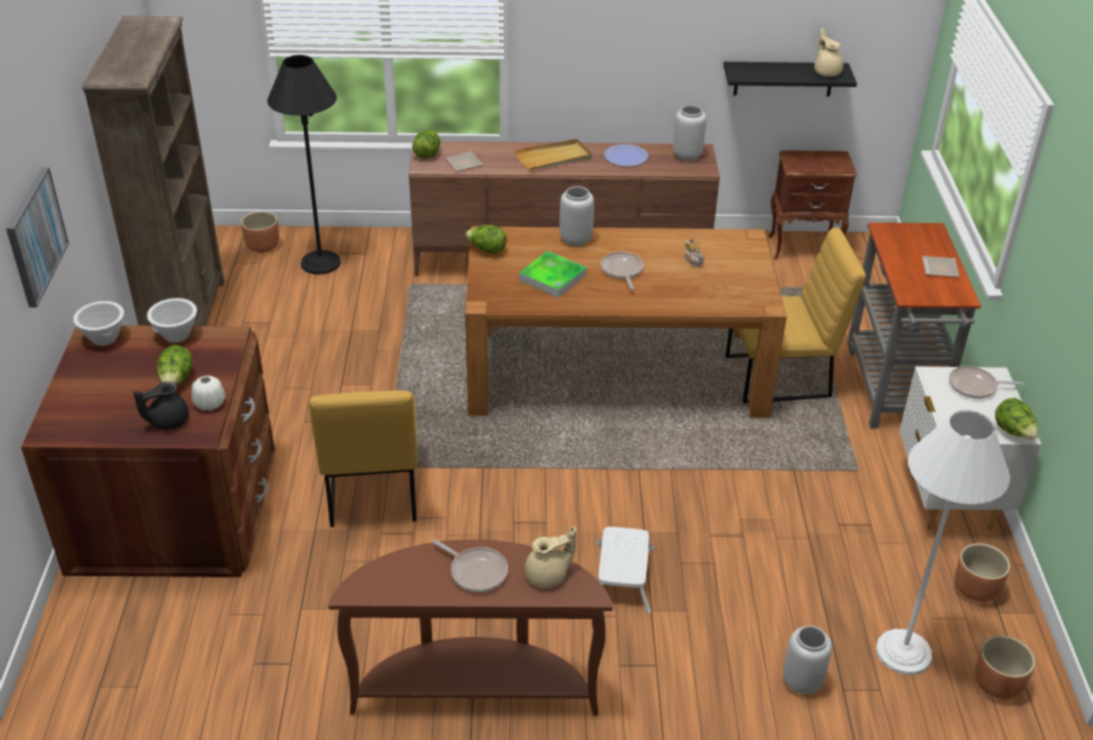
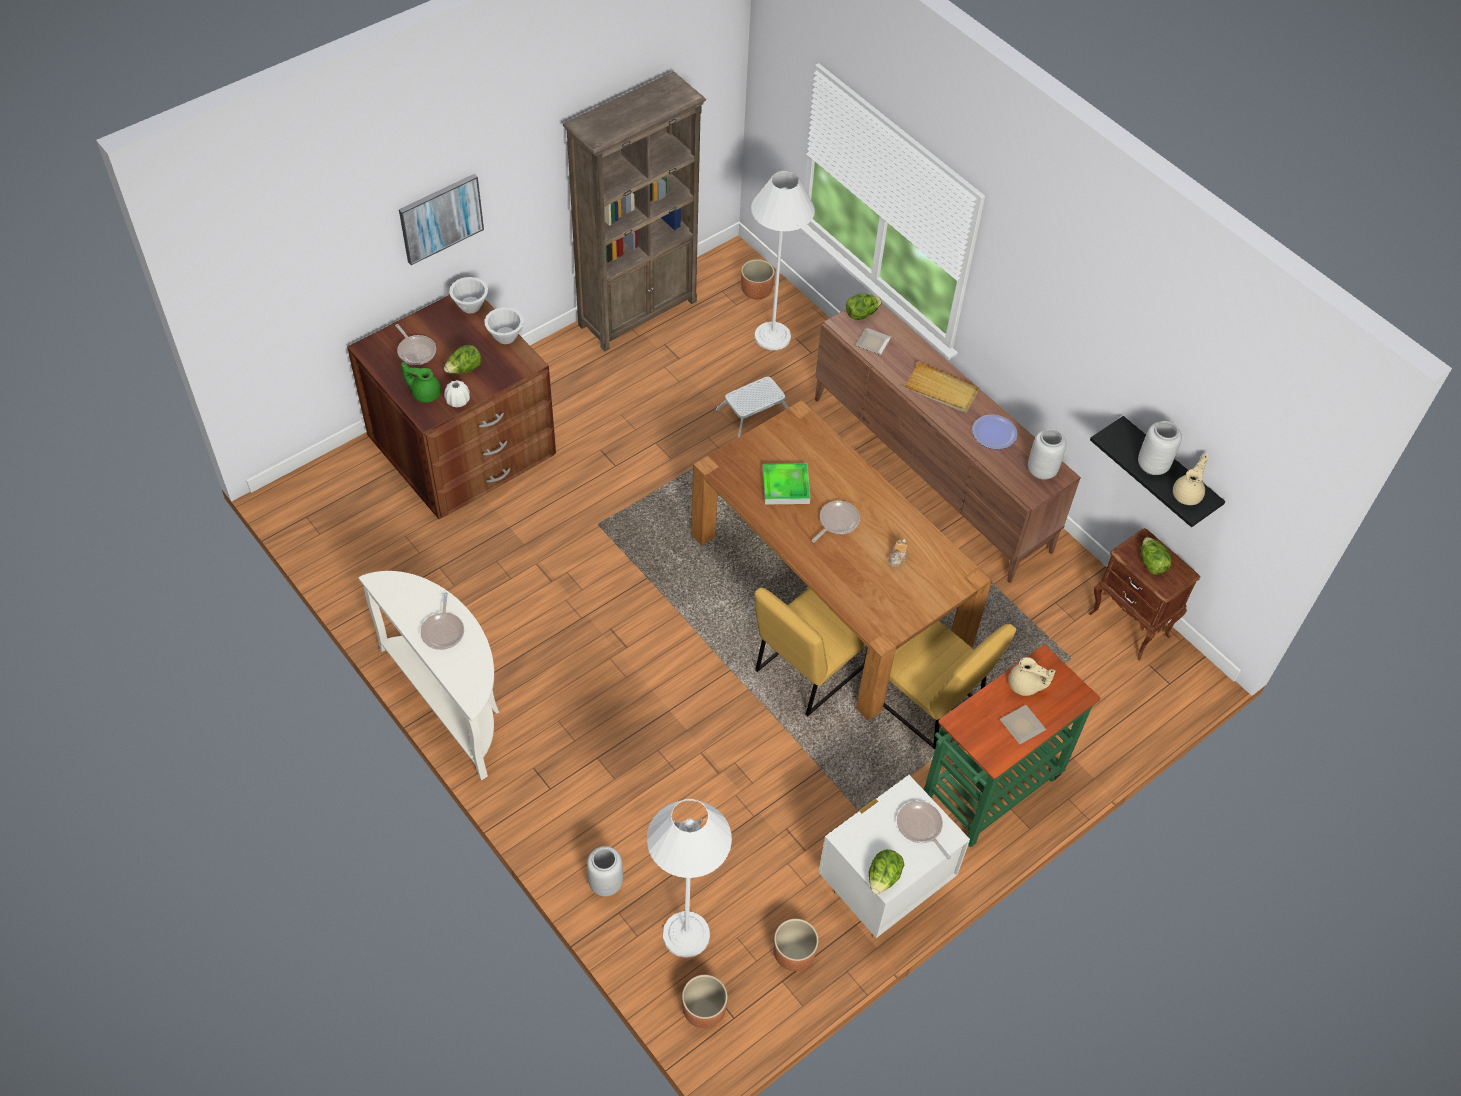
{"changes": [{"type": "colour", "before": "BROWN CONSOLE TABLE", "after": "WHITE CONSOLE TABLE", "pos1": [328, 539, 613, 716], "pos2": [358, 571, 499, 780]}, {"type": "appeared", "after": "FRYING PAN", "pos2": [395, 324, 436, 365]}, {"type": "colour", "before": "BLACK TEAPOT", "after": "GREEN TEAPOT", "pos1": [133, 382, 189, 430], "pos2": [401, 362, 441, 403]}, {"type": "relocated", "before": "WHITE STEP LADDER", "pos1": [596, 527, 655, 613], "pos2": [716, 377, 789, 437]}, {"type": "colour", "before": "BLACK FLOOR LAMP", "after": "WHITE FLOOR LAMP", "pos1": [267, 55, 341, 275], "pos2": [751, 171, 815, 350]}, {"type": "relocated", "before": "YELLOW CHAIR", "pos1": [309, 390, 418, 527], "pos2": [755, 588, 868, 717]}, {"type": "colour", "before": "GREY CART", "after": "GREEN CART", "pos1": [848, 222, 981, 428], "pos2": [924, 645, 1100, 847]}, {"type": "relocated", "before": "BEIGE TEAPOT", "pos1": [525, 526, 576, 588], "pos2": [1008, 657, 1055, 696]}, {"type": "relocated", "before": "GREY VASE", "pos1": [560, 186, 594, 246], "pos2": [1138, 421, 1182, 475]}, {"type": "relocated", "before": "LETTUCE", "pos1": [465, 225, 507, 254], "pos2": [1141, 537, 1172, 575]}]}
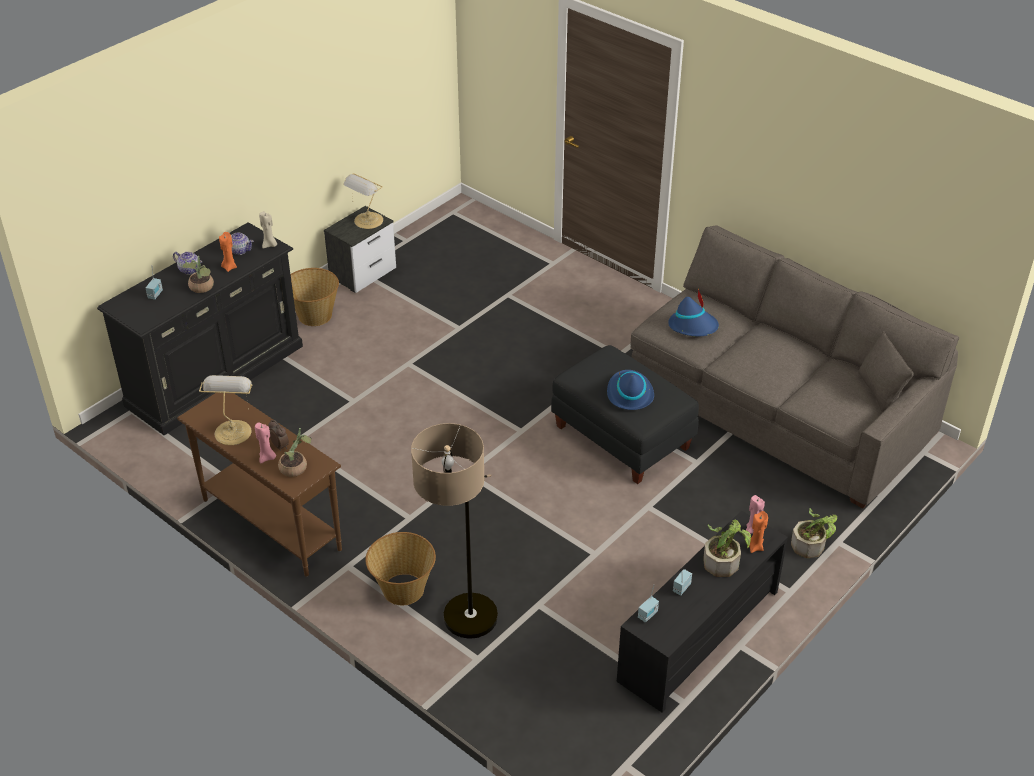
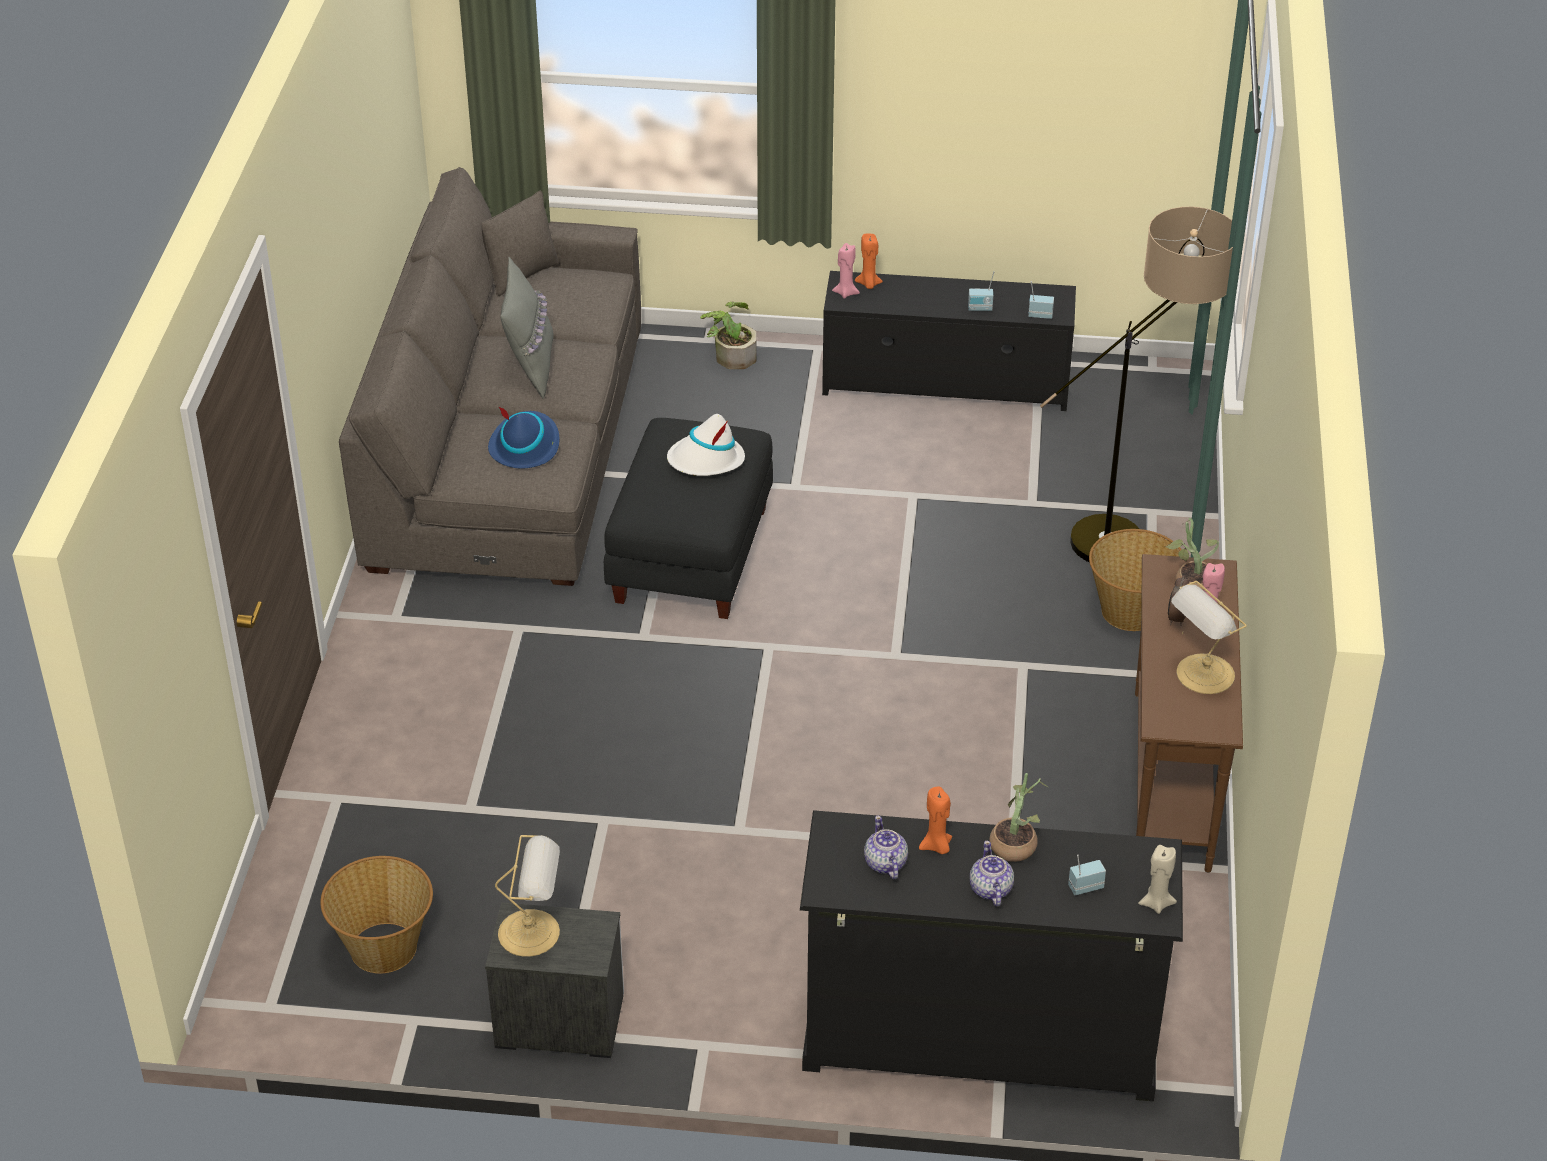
{"changes": [{"type": "relocated", "before": "BASKET", "pos1": [290, 268, 339, 326], "pos2": [320, 856, 433, 974]}, {"type": "appeared", "after": "GREY PILLOW", "pos2": [501, 257, 554, 399]}, {"type": "colour", "before": "BLUE HAT", "after": "WHITE HAT", "pos1": [607, 370, 654, 410], "pos2": [667, 414, 745, 476]}, {"type": "relocated", "before": "BEIGE CANDLE", "pos1": [259, 211, 277, 248], "pos2": [1138, 845, 1177, 914]}, {"type": "missing", "before": "POTTED PLANT", "pos1": [703, 520, 751, 577]}]}
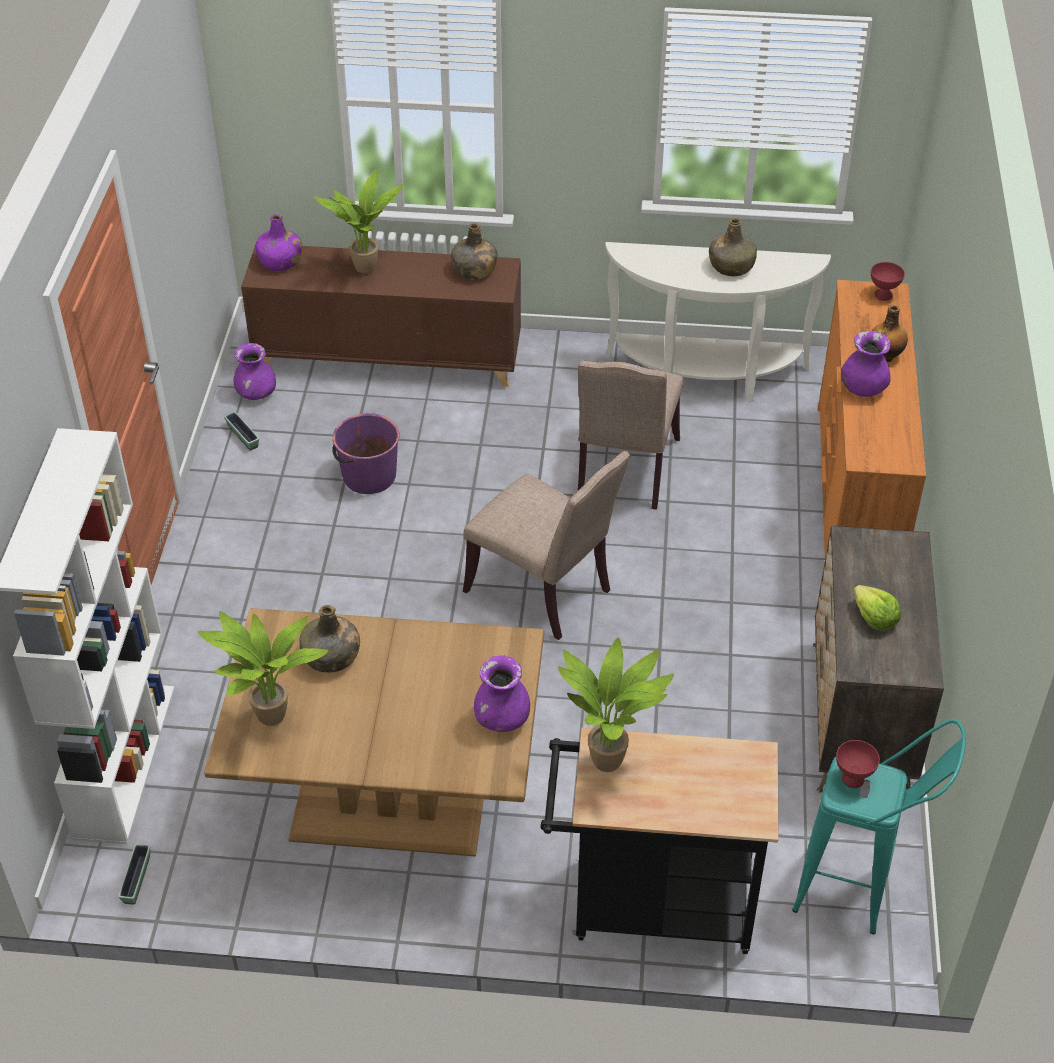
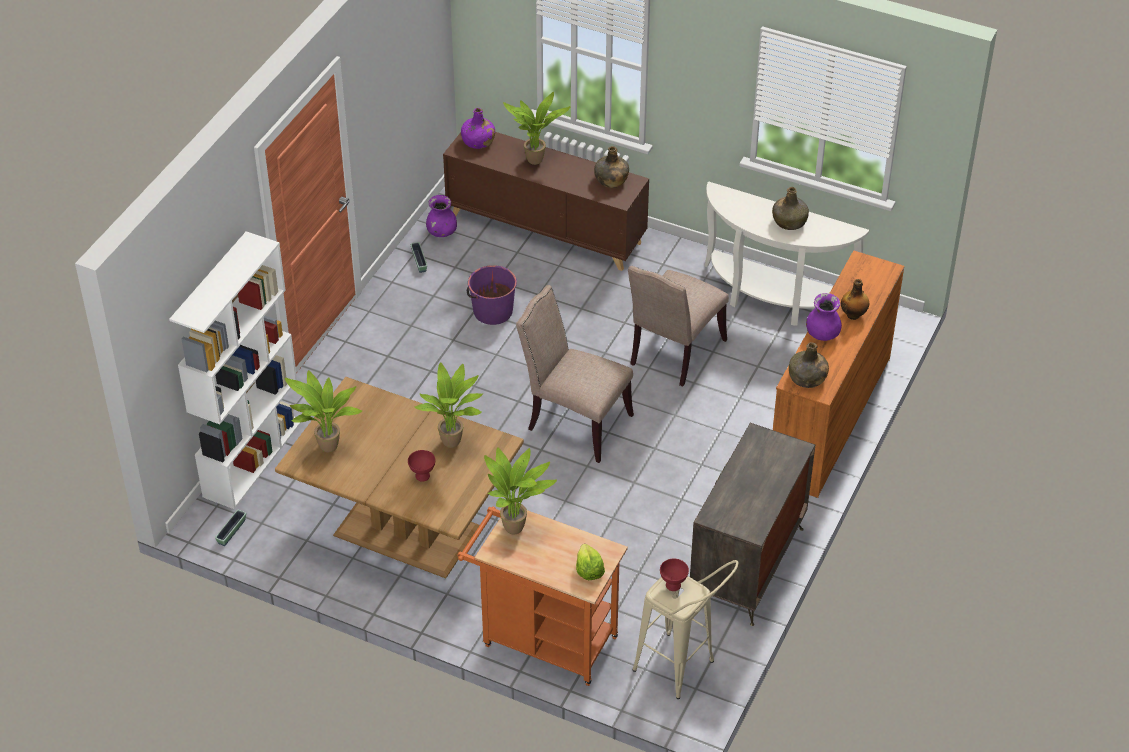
{"changes": [{"type": "relocated", "before": "RED BOWL", "pos1": [871, 262, 905, 301], "pos2": [408, 450, 435, 482]}, {"type": "appeared", "after": "POTTED PLANT", "pos2": [414, 362, 483, 448]}, {"type": "colour", "before": "BLACK CART", "after": "ORANGE CART", "pos1": [541, 728, 778, 954], "pos2": [457, 507, 628, 686]}, {"type": "spun", "before": "BEIGE CHAIR", "pos1": [463, 451, 630, 640], "pos2": [516, 285, 634, 463], "turn": 150}, {"type": "relocated", "before": "LETTUCE", "pos1": [853, 585, 901, 631], "pos2": [576, 544, 605, 580]}, {"type": "colour", "before": "TURQUOISE STOOL", "after": "BEIGE STOOL", "pos1": [792, 719, 966, 934], "pos2": [633, 560, 739, 699]}, {"type": "relocated", "before": "GREEN BOTTLE", "pos1": [300, 605, 360, 673], "pos2": [789, 342, 829, 388]}, {"type": "missing", "before": "PURPLE VASE", "pos1": [474, 655, 530, 732]}]}
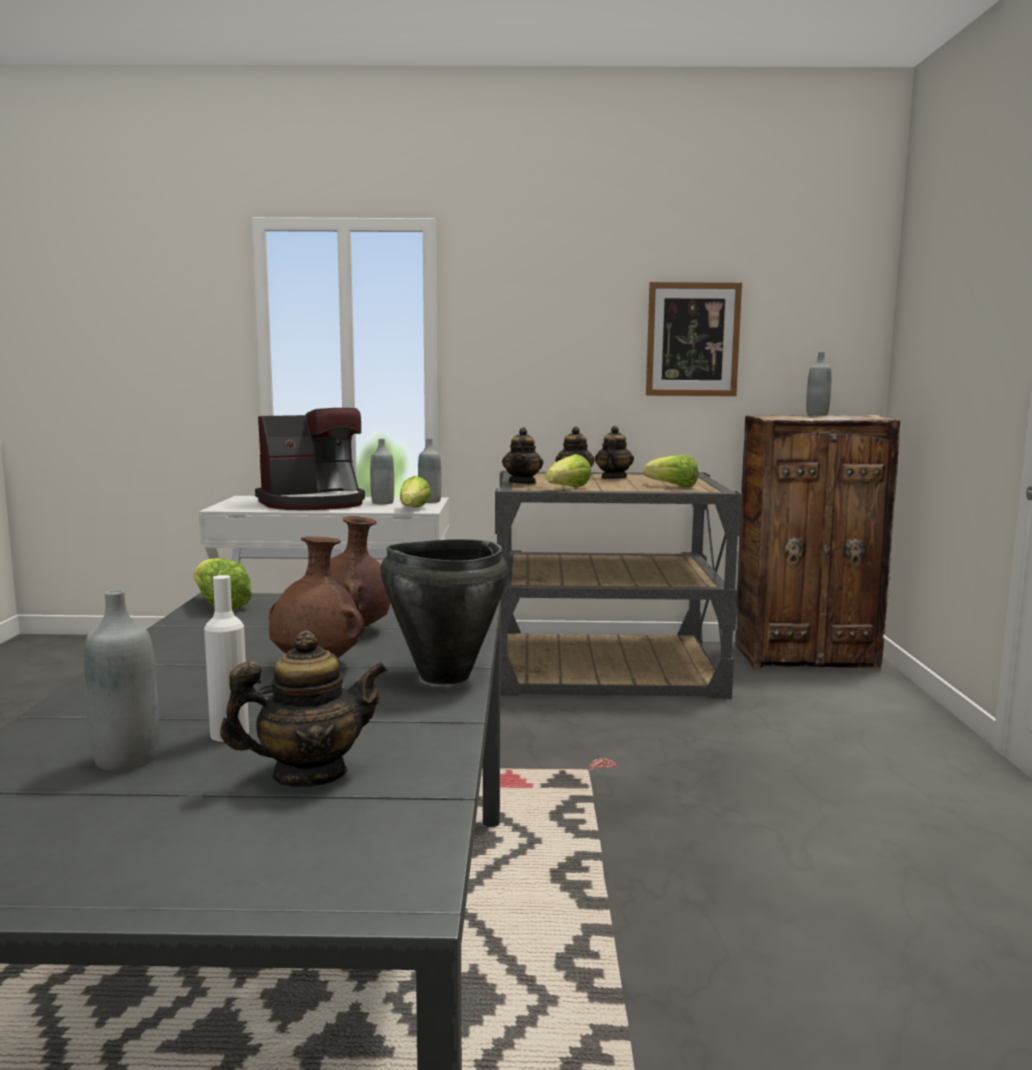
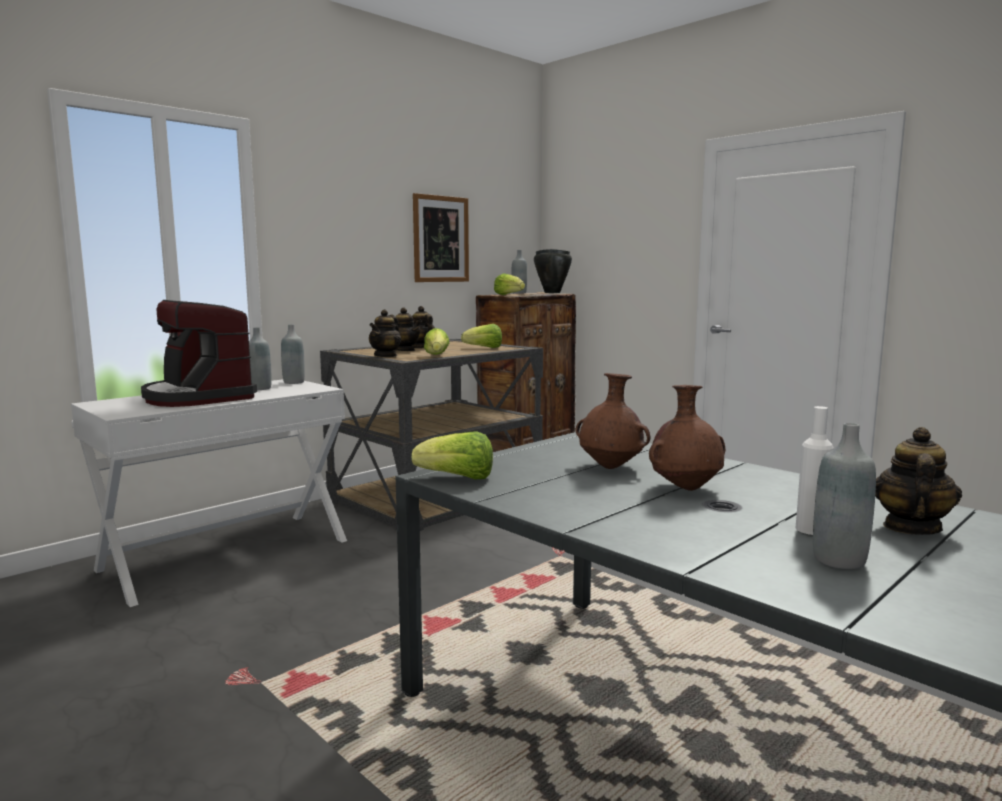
{"changes": [{"type": "spun", "before": "COFFEE MACHINE", "pos1": [255, 408, 365, 510], "pos2": [141, 300, 257, 407], "turn": 120}, {"type": "spun", "before": "TEAPOT", "pos1": [502, 427, 543, 484], "pos2": [369, 309, 401, 357], "turn": 60}, {"type": "relocated", "before": "LETTUCE", "pos1": [400, 476, 431, 508], "pos2": [494, 273, 525, 295]}, {"type": "relocated", "before": "BLACK COOKING POT", "pos1": [380, 539, 508, 685], "pos2": [534, 249, 572, 293]}]}
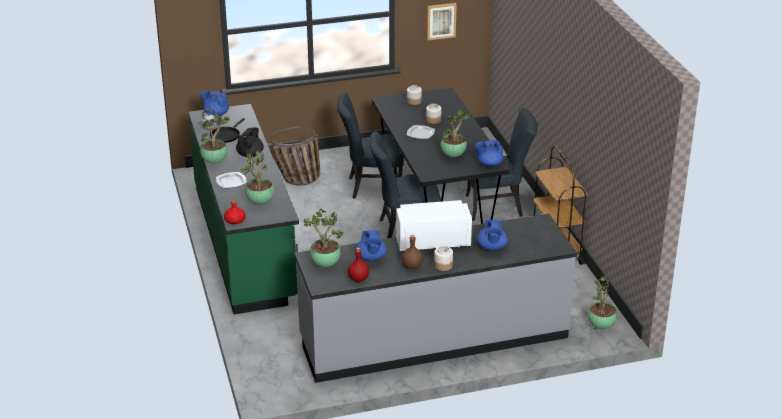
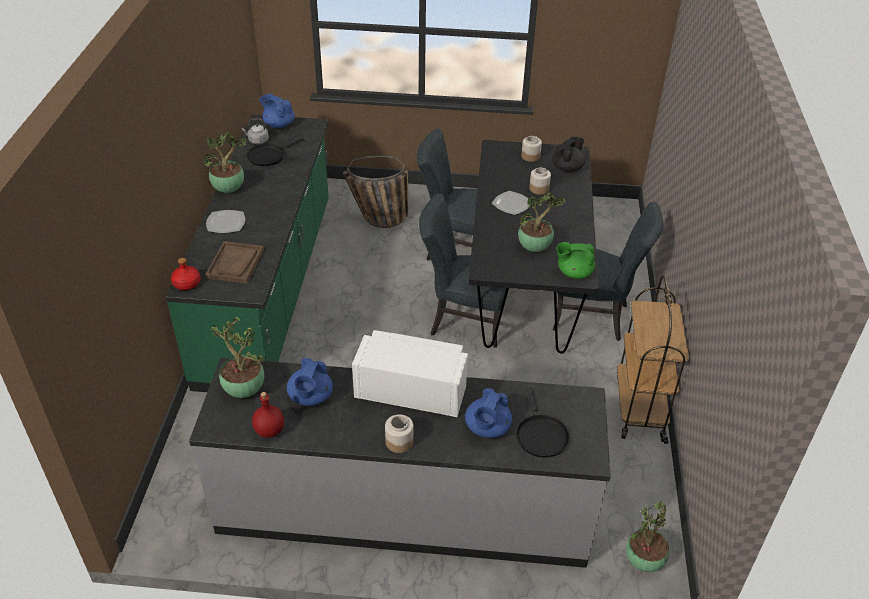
{"changes": [{"type": "exchanged", "before": "POTTED PLANT", "after": "BROWN TRAY", "pos1": [241, 149, 274, 205], "pos2": [205, 241, 264, 284]}, {"type": "appeared", "after": "BLACK FRYING PAN", "pos2": [516, 387, 569, 458]}, {"type": "relocated", "before": "BLACK TEAPOT", "pos1": [236, 128, 264, 157], "pos2": [552, 137, 585, 172]}, {"type": "colour", "before": "BLUE TEAPOT", "after": "GREEN TEAPOT", "pos1": [475, 140, 503, 167], "pos2": [556, 242, 595, 279]}, {"type": "missing", "before": "BROWN BOTTLE", "pos1": [402, 235, 423, 269]}, {"type": "missing", "before": "PICTURE", "pos1": [427, 3, 457, 40]}]}
